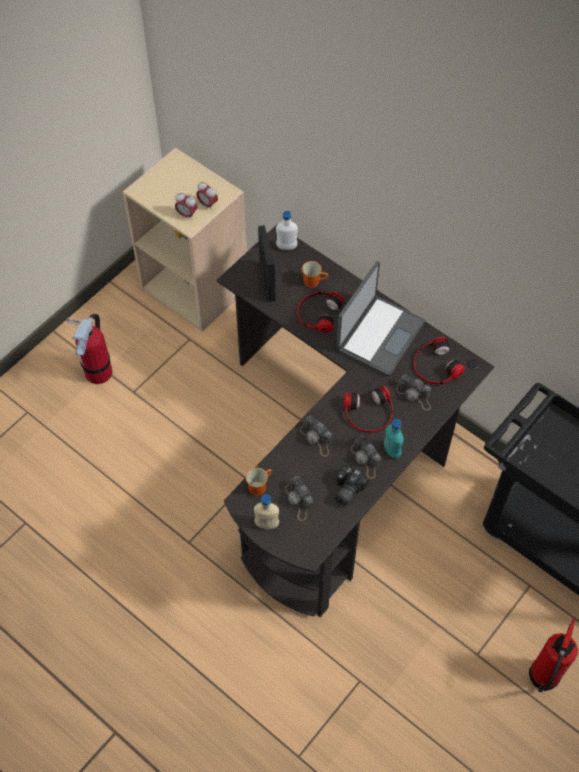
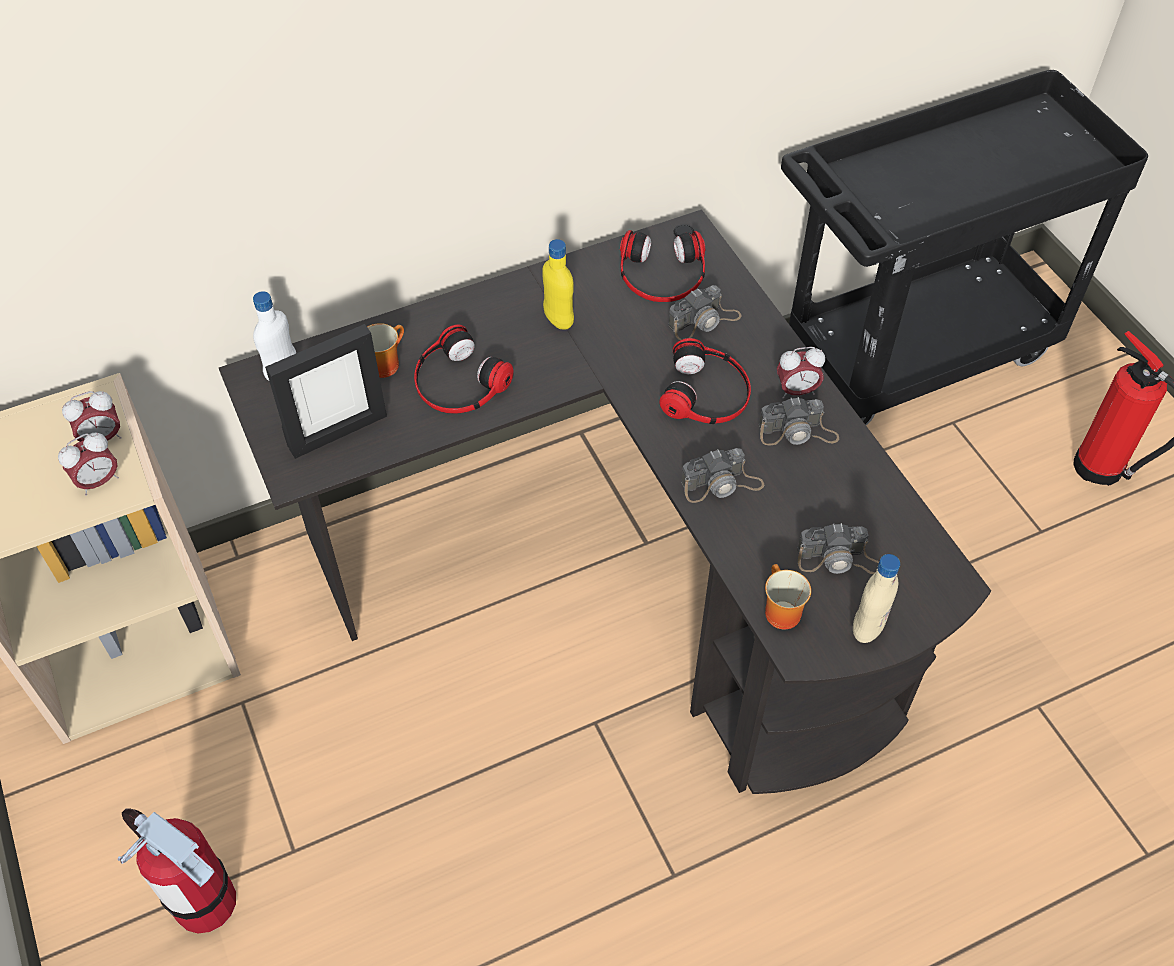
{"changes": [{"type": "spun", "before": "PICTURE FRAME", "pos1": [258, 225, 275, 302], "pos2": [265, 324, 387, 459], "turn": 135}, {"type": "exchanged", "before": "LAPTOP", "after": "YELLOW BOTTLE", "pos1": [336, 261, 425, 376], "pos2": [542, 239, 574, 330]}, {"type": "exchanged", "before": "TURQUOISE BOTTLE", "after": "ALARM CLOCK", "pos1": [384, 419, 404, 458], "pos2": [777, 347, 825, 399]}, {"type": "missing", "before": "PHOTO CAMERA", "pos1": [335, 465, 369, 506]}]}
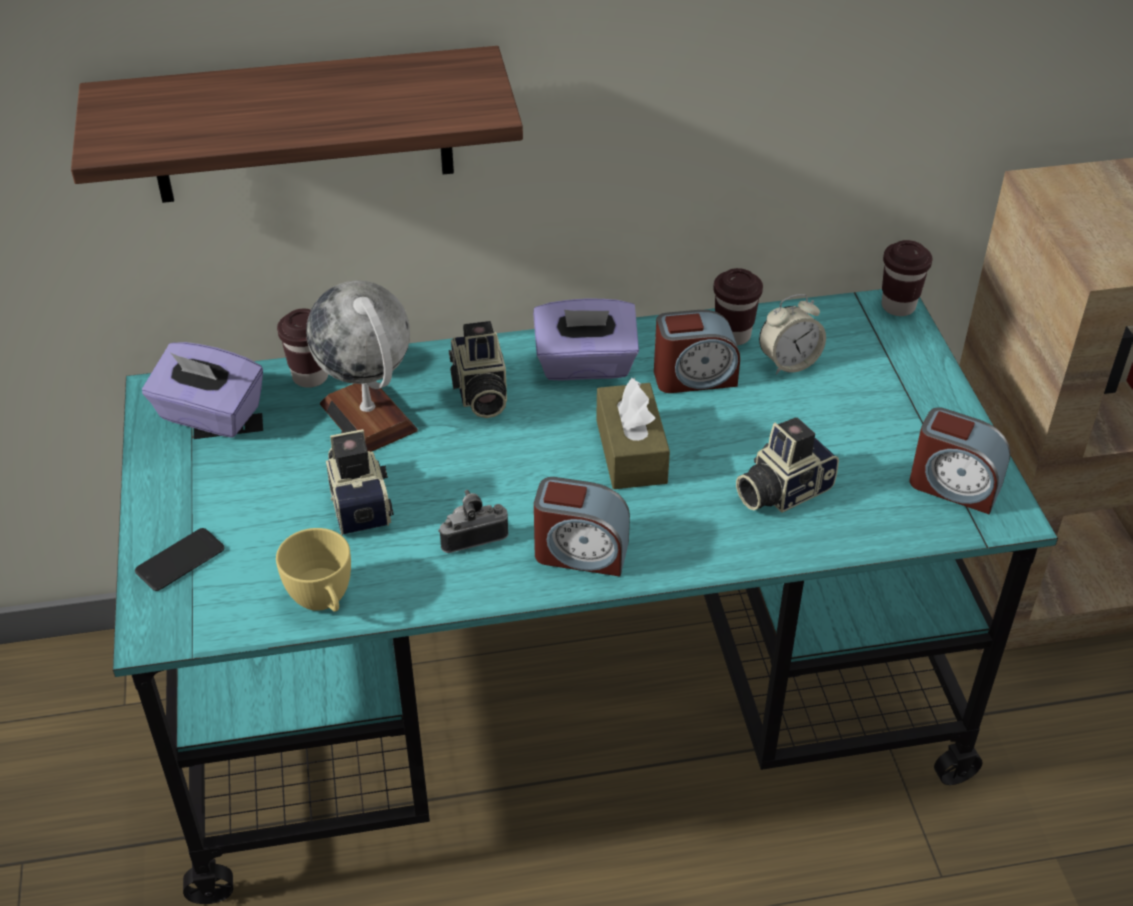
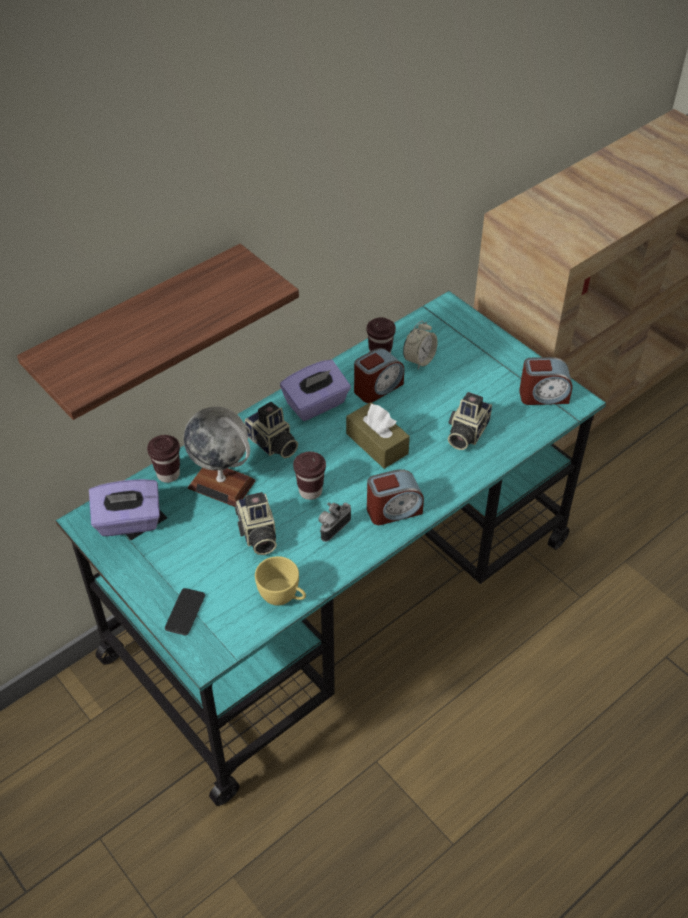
{"changes": [{"type": "spun", "before": "PHOTO CAMERA", "pos1": [326, 429, 394, 535], "pos2": [235, 492, 277, 555], "turn": -150}, {"type": "relocated", "before": "BROWN CUP", "pos1": [882, 240, 932, 316], "pos2": [293, 452, 326, 500]}]}
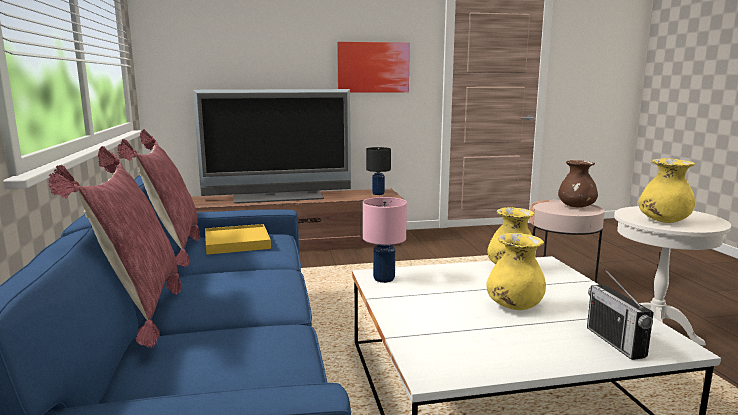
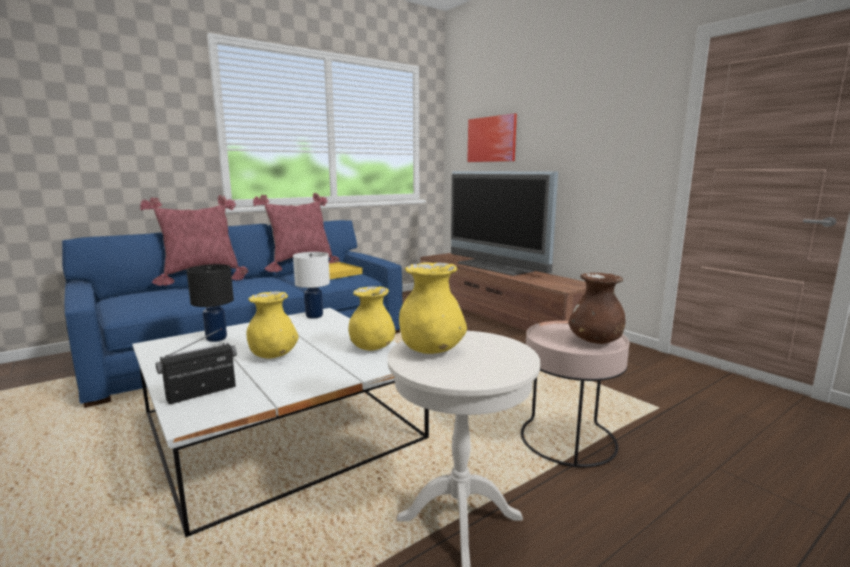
{"changes": [{"type": "relocated", "before": "BLACK TABLE LAMP", "pos1": [366, 147, 391, 195], "pos2": [187, 264, 234, 342]}, {"type": "colour", "before": "PINK TABLE LAMP", "after": "WHITE TABLE LAMP", "pos1": [363, 197, 407, 283], "pos2": [293, 252, 330, 319]}, {"type": "relocated", "before": "PICTURE", "pos1": [337, 42, 410, 93], "pos2": [467, 113, 517, 162]}]}
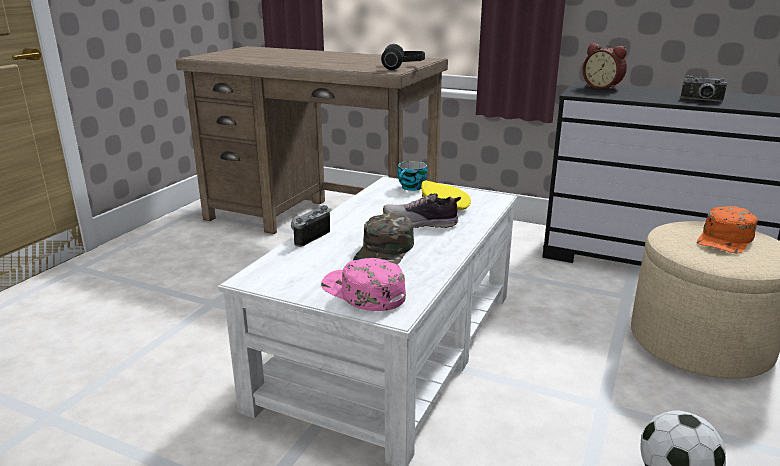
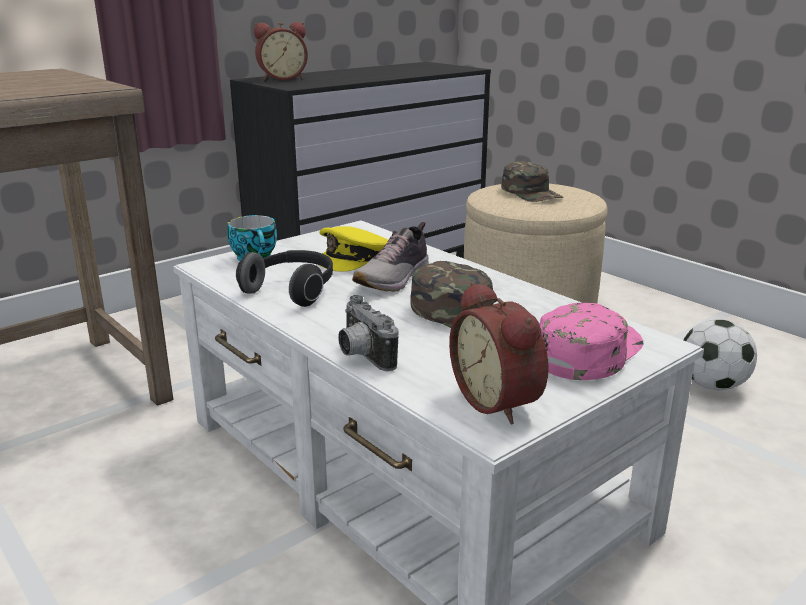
{"changes": [{"type": "relocated", "before": "HEADPHONES", "pos1": [381, 44, 425, 70], "pos2": [236, 250, 333, 307]}, {"type": "appeared", "after": "ALARM CLOCK", "pos2": [449, 282, 549, 424]}, {"type": "colour", "before": "ORANGE CAP", "after": "GREEN CAP", "pos1": [697, 206, 758, 253], "pos2": [501, 161, 563, 202]}, {"type": "spun", "before": "PINK CAP", "pos1": [321, 258, 406, 311], "pos2": [540, 303, 644, 380], "turn": 150}, {"type": "missing", "before": "PHOTO CAMERA", "pos1": [681, 75, 727, 102]}]}
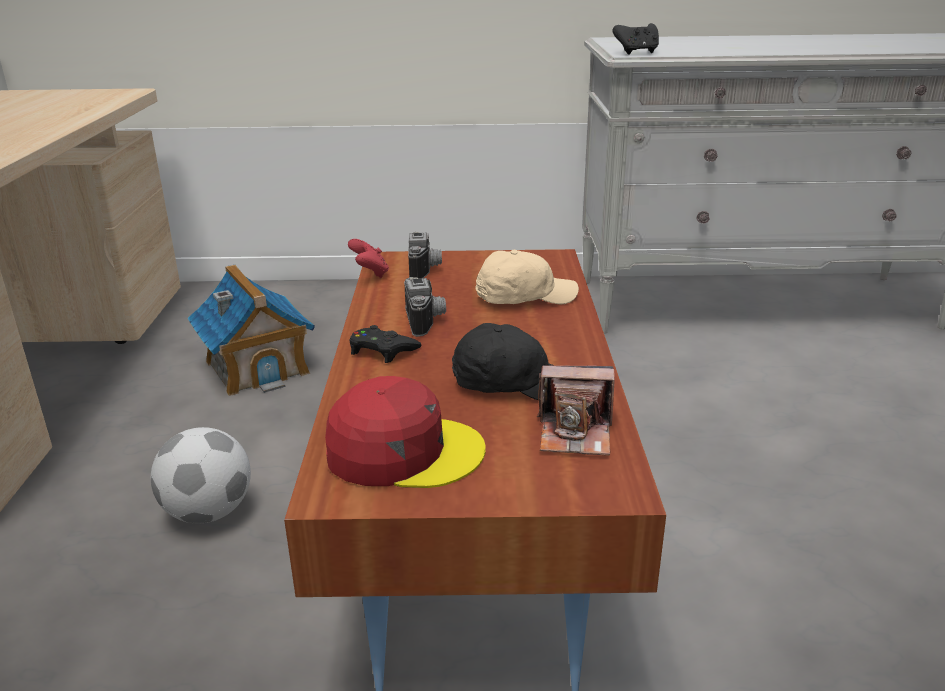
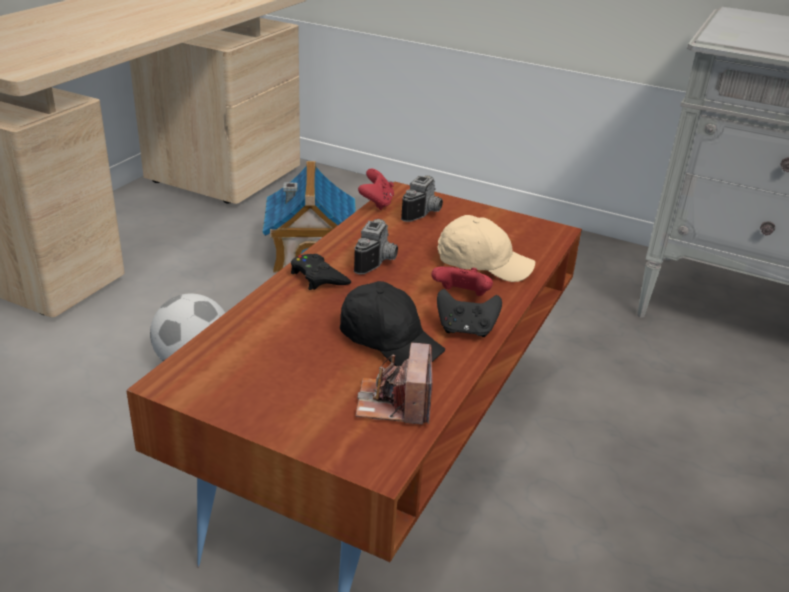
{"changes": [{"type": "spun", "before": "PHOTO CAMERA", "pos1": [537, 365, 614, 456], "pos2": [356, 343, 433, 425], "turn": 60}, {"type": "appeared", "after": "RED GAME CONTROLLER", "pos2": [431, 267, 493, 296]}, {"type": "relocated", "before": "BLACK GAME CONTROLLER", "pos1": [612, 23, 659, 55], "pos2": [437, 289, 502, 337]}, {"type": "missing", "before": "RED CAP", "pos1": [325, 376, 486, 488]}]}
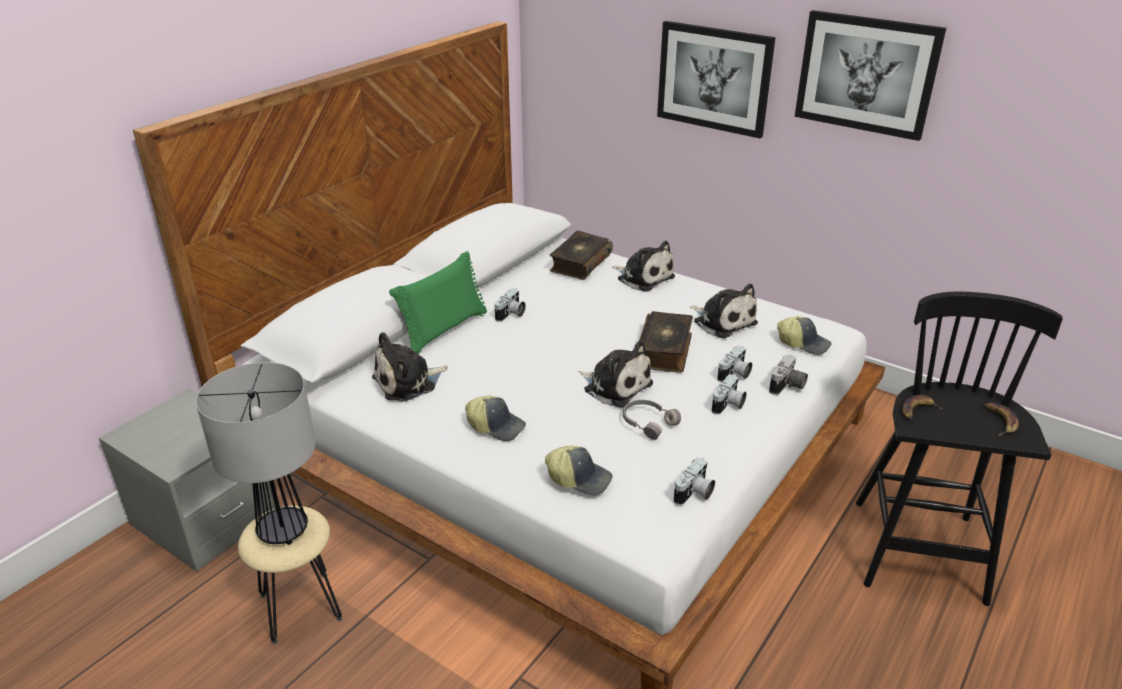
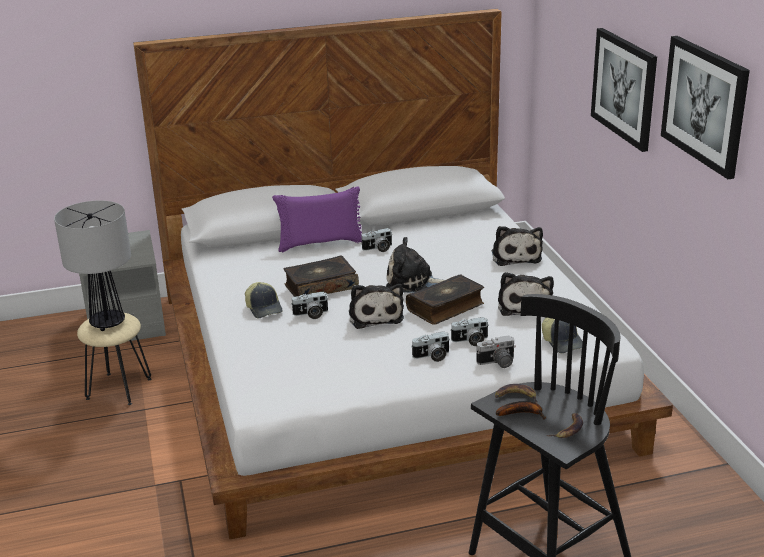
{"changes": [{"type": "colour", "before": "GREEN PILLOW", "after": "PURPLE PILLOW", "pos1": [389, 251, 487, 354], "pos2": [272, 187, 362, 252]}, {"type": "relocated", "before": "BOOK", "pos1": [549, 231, 613, 280], "pos2": [284, 256, 359, 297]}, {"type": "relocated", "before": "PHOTO CAMERA", "pos1": [674, 458, 715, 505], "pos2": [291, 292, 329, 319]}, {"type": "relocated", "before": "PLUSH TOY", "pos1": [372, 332, 448, 402], "pos2": [386, 237, 445, 293]}, {"type": "appeared", "after": "BANANA", "pos2": [496, 401, 546, 420]}, {"type": "missing", "before": "CAP", "pos1": [545, 445, 613, 496]}, {"type": "missing", "before": "GREY HEADPHONES", "pos1": [623, 400, 681, 440]}]}
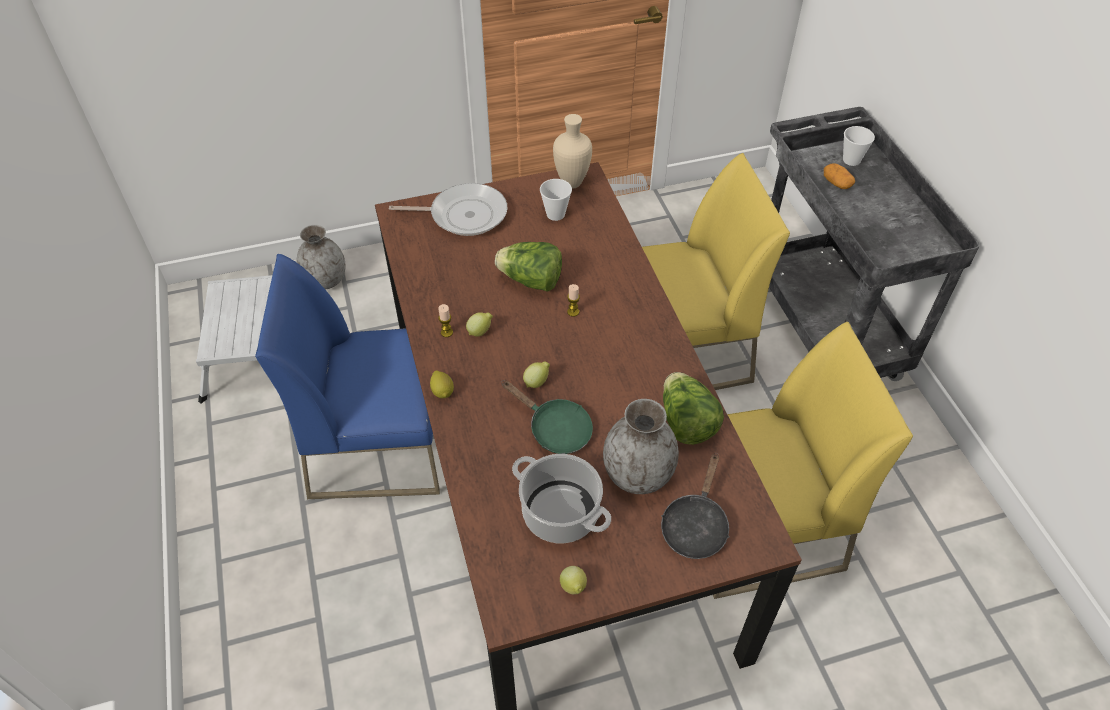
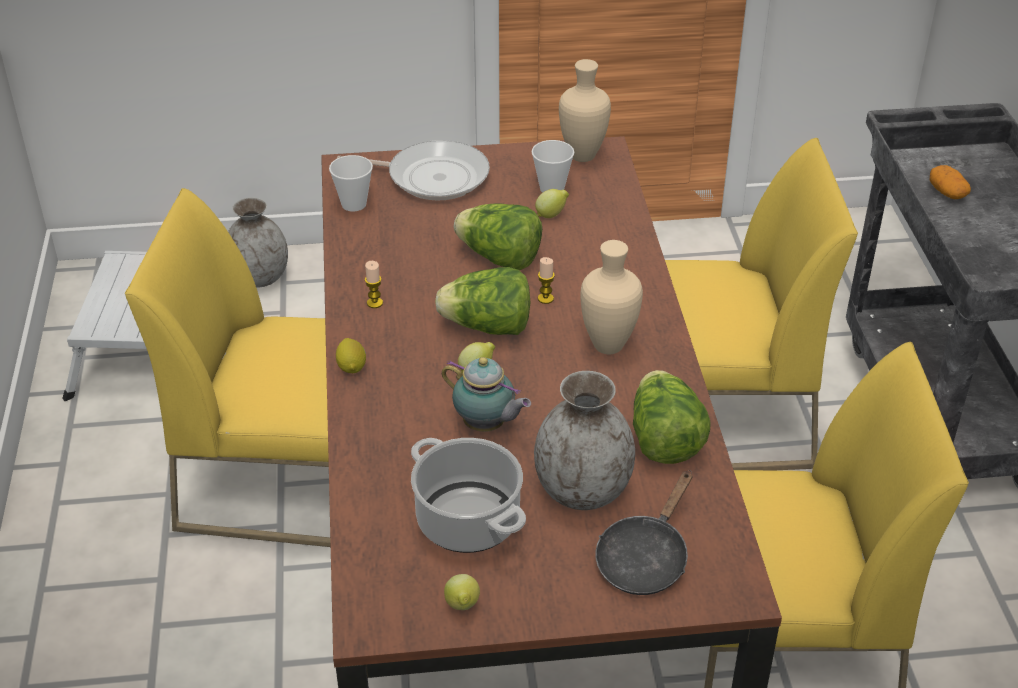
{"changes": [{"type": "colour", "before": "BLUE CHAIR", "after": "YELLOW CHAIR", "pos1": [255, 254, 440, 499], "pos2": [125, 188, 331, 547]}, {"type": "relocated", "before": "CUP", "pos1": [843, 126, 875, 166], "pos2": [329, 155, 373, 211]}, {"type": "appeared", "after": "LETTUCE", "pos2": [435, 267, 531, 335]}, {"type": "exchanged", "before": "GREEN FRYING PAN", "after": "TEAPOT", "pos1": [502, 381, 593, 454], "pos2": [442, 357, 531, 432]}, {"type": "relocated", "before": "LEMON", "pos1": [466, 312, 493, 337], "pos2": [535, 189, 569, 218]}, {"type": "appeared", "after": "BEIGE VASE", "pos2": [580, 240, 643, 354]}]}
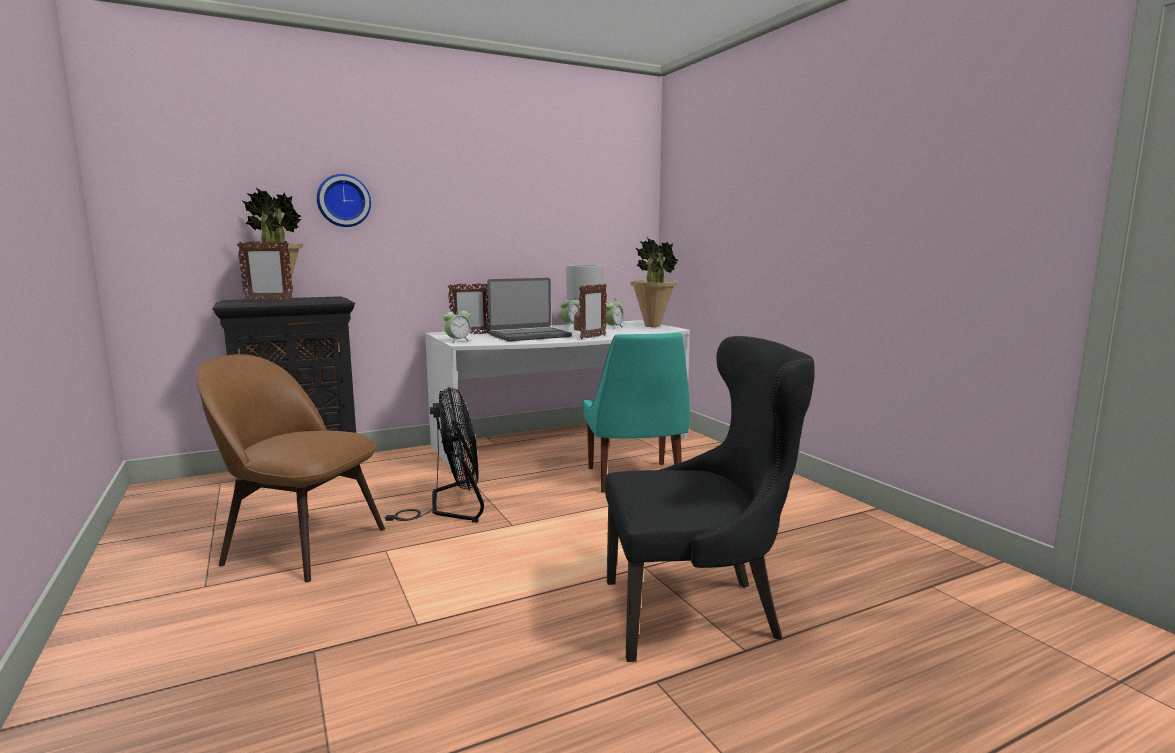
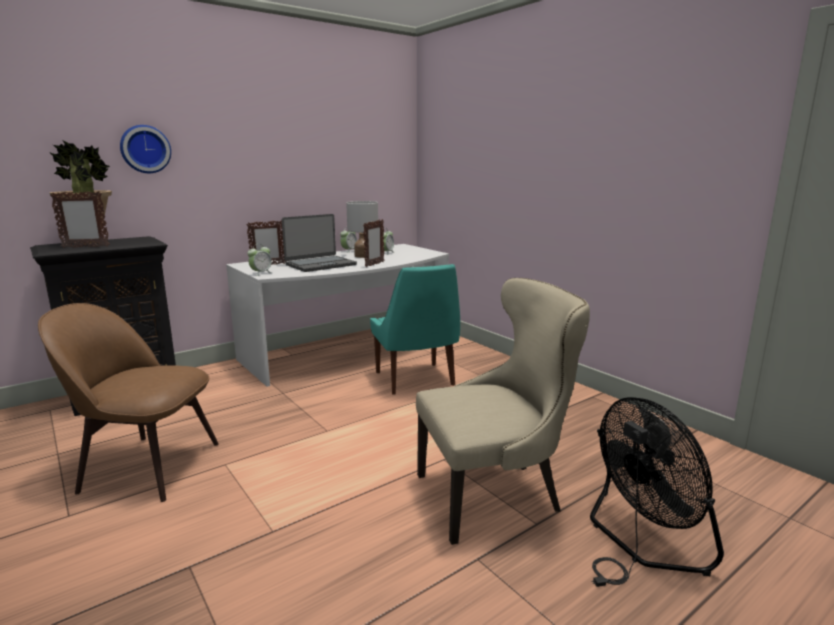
{"changes": [{"type": "colour", "before": "BLACK CHAIR", "after": "BEIGE CHAIR", "pos1": [605, 336, 815, 662], "pos2": [416, 278, 590, 545]}, {"type": "relocated", "before": "BLACK FAN", "pos1": [383, 387, 484, 523], "pos2": [590, 397, 724, 587]}, {"type": "missing", "before": "POTTED PLANT", "pos1": [630, 238, 678, 327]}]}
